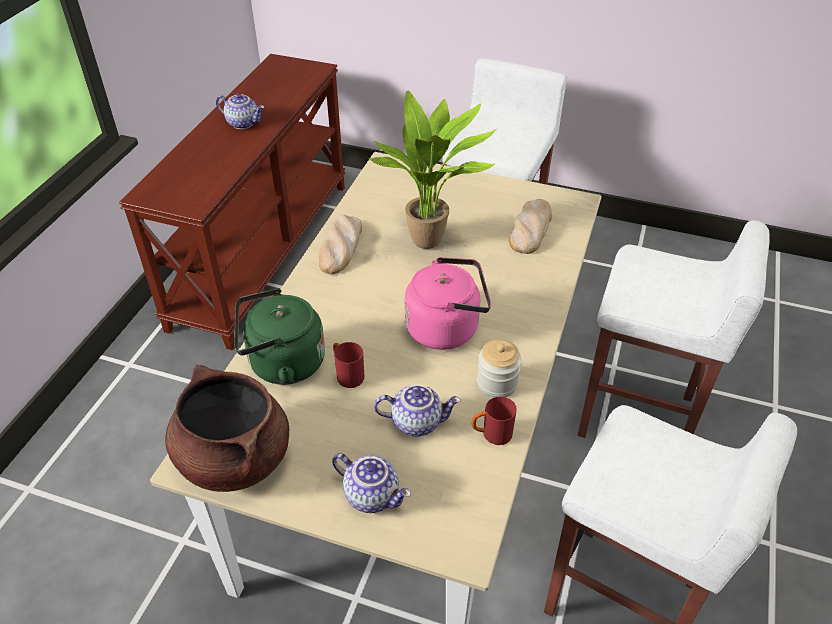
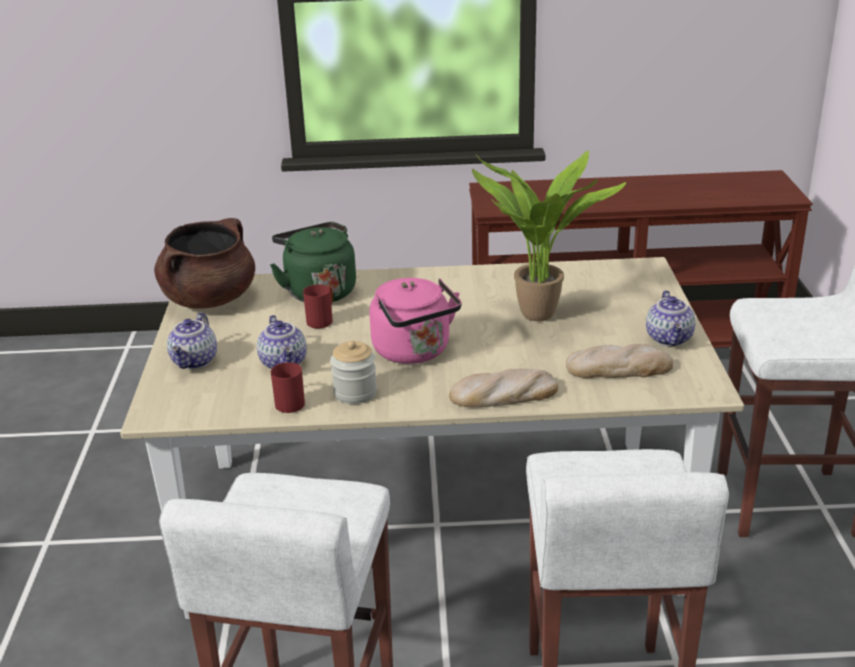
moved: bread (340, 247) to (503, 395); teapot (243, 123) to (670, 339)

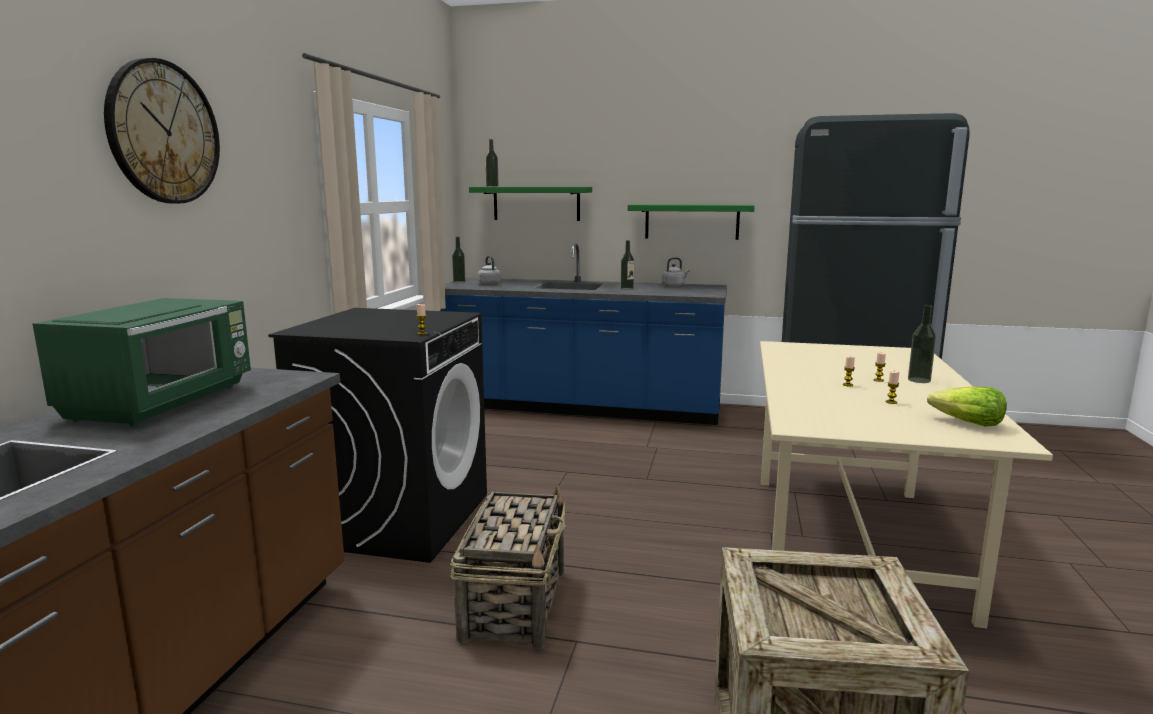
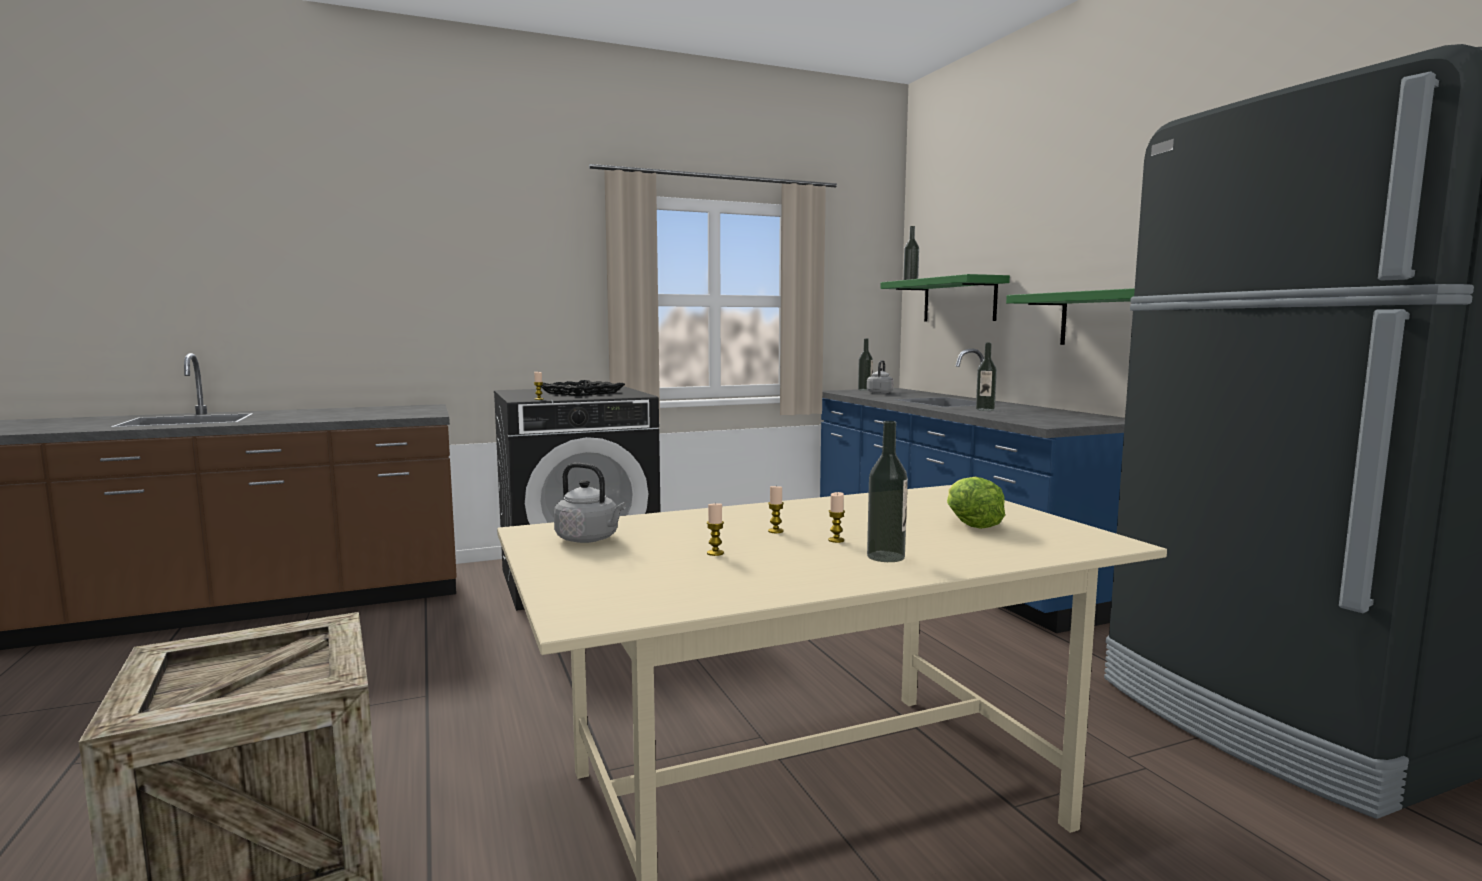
removed: green microwave (163, 402); wall clock (163, 132); basket (515, 603)
added: black tray (580, 393)
moved: grey kettle (674, 286) to (590, 539); lettuce (967, 423) to (970, 523)

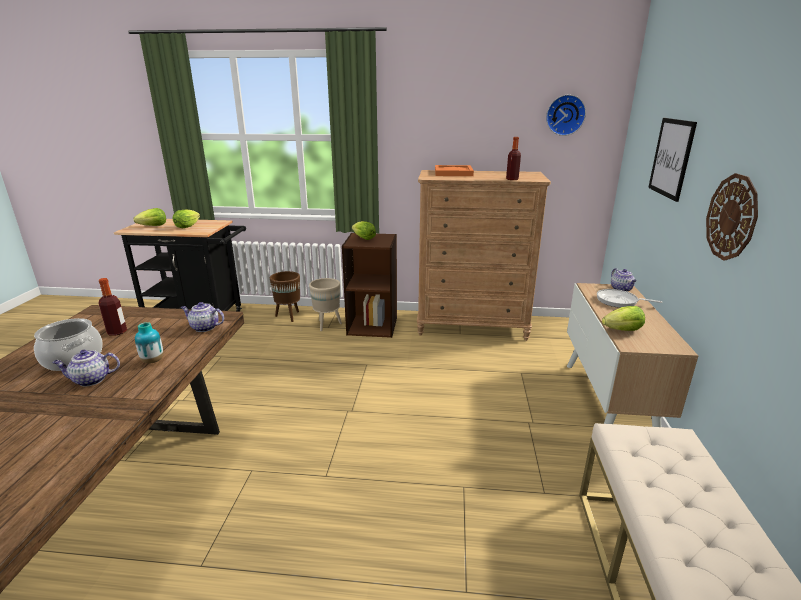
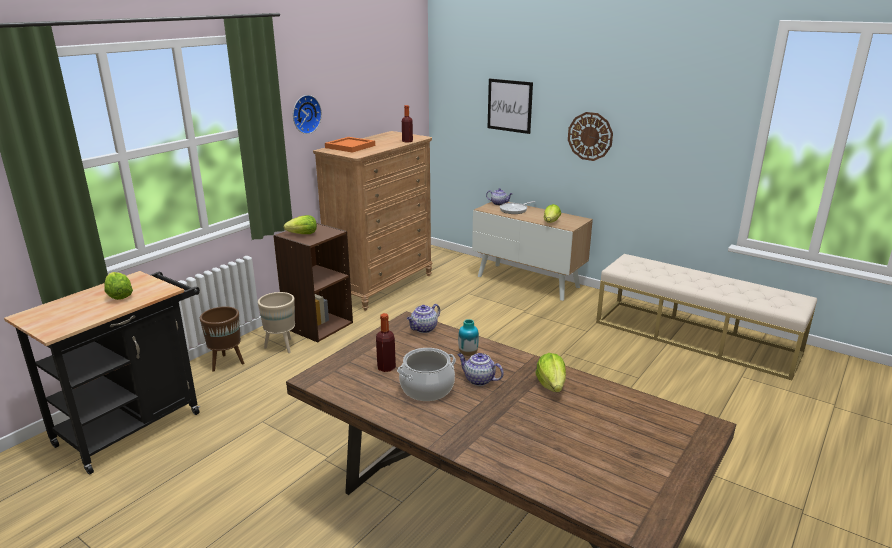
moved: wall clock (565, 115) to (305, 114); lettuce (153, 226) to (551, 385)
turned: teapot (91, 380) = (478, 380) 105 degrees clockwise

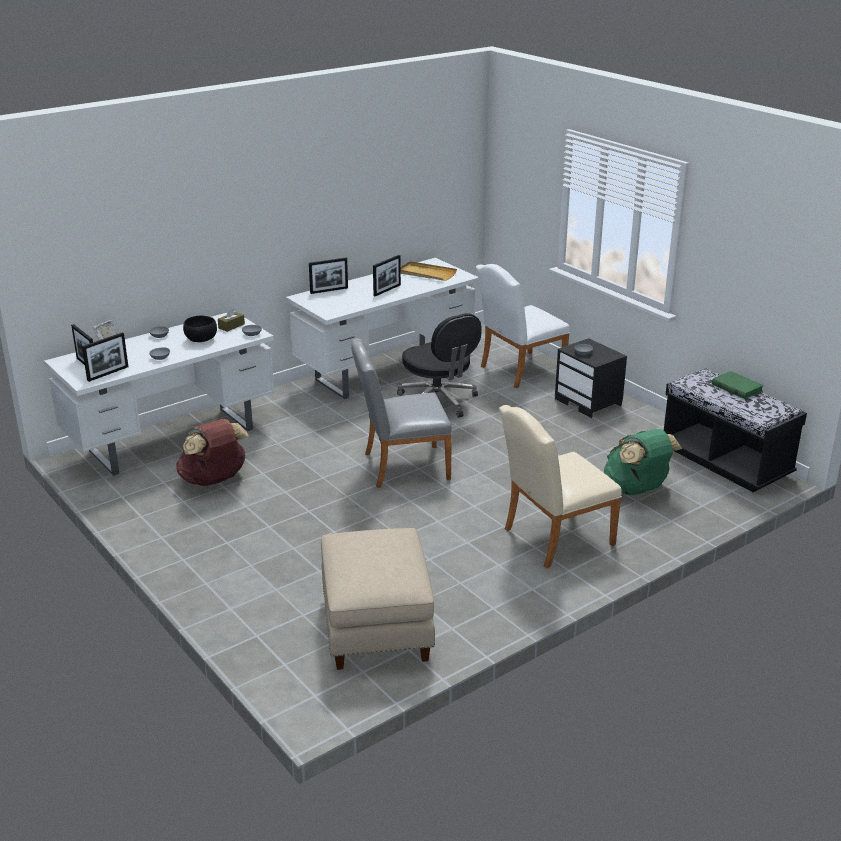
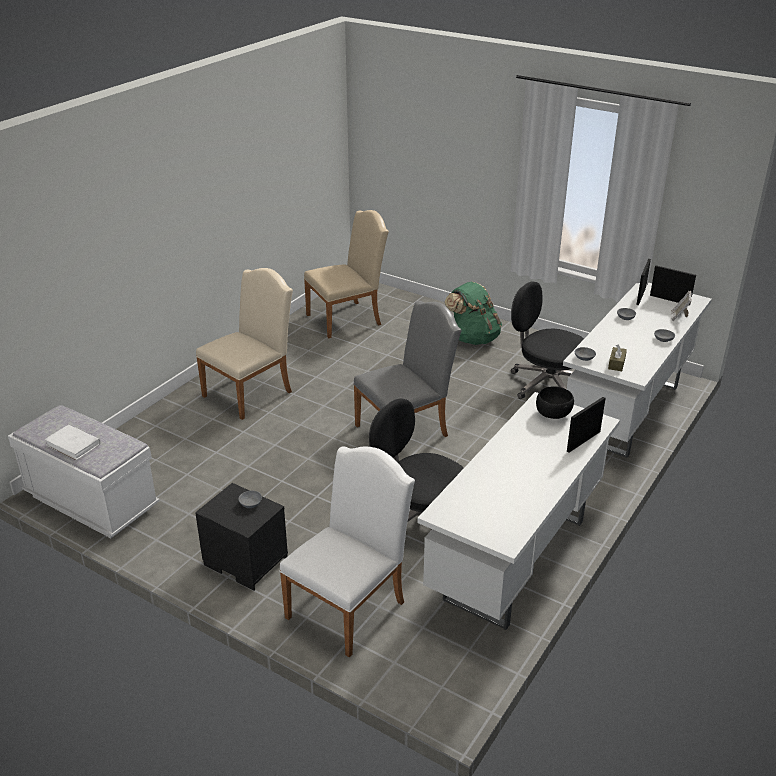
removed: picture frame (387, 290); beige tray (426, 273)
moved: green backpack (636, 490) to (473, 338); black bowl (201, 339) to (553, 414)
replaced: beige ottoman (375, 627) to beige chair (348, 318); brown backpack (214, 480) to black office chair (546, 384)
recoloured: black bench (725, 462) to white bench (91, 502); green book (736, 387) to white book (73, 444)

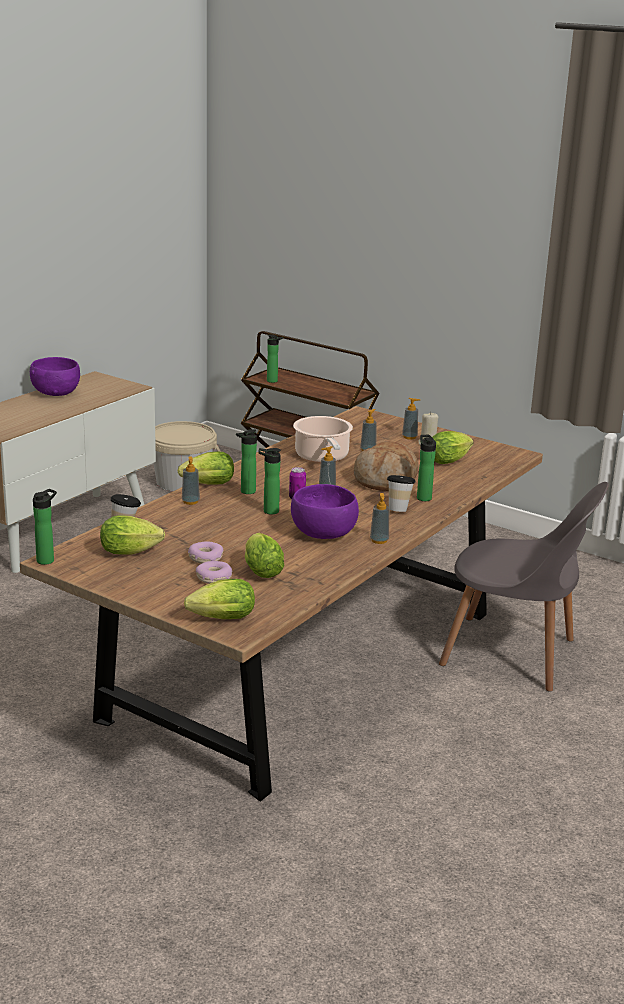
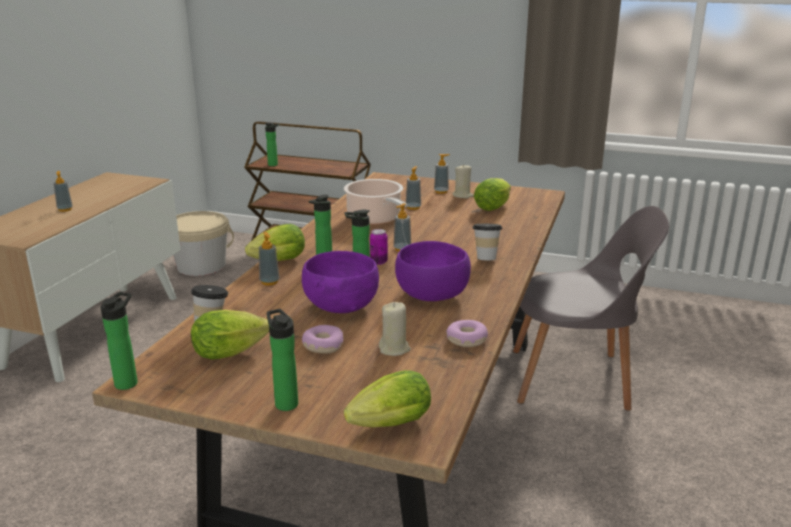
removed: bread (386, 480)
moved: soap dispenser (379, 540) to (65, 209); bottle (423, 497) to (285, 402); purple bowl (55, 393) to (340, 306); donut (214, 578) to (466, 340)
replaced: lettuce (261, 570) to beige candle (394, 349)

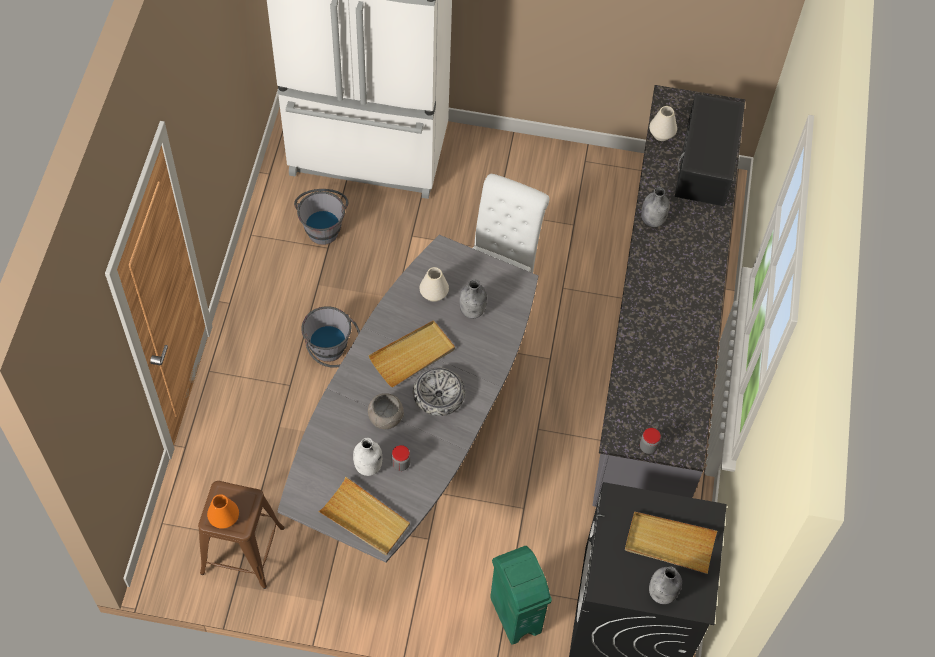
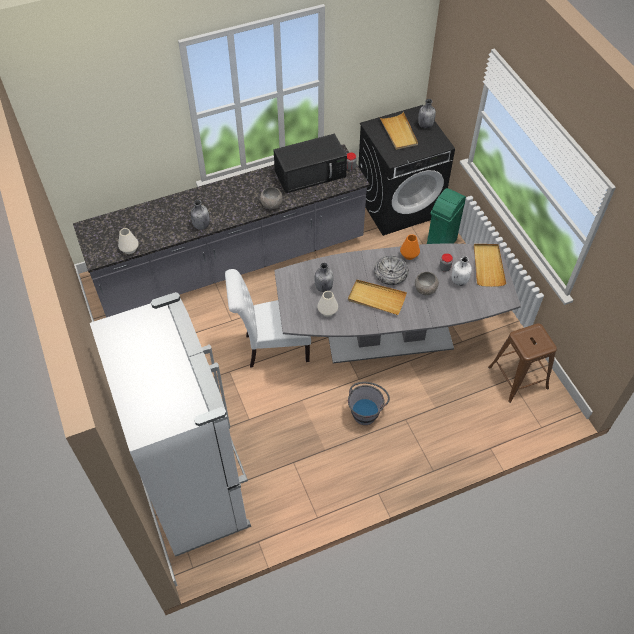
removed: grey bucket (323, 226)
added: grey bowl (272, 204)
moved: black microwave (706, 164) to (311, 173); orange vase (224, 518) to (409, 255)

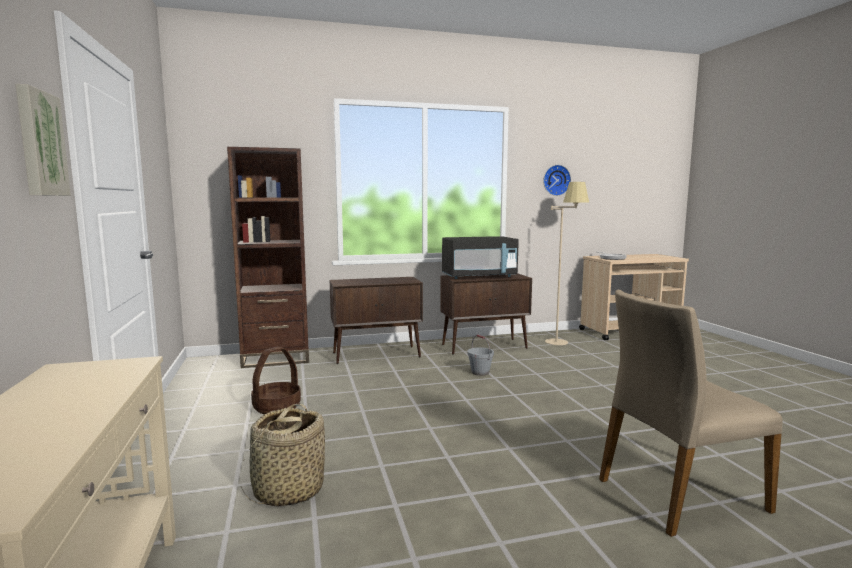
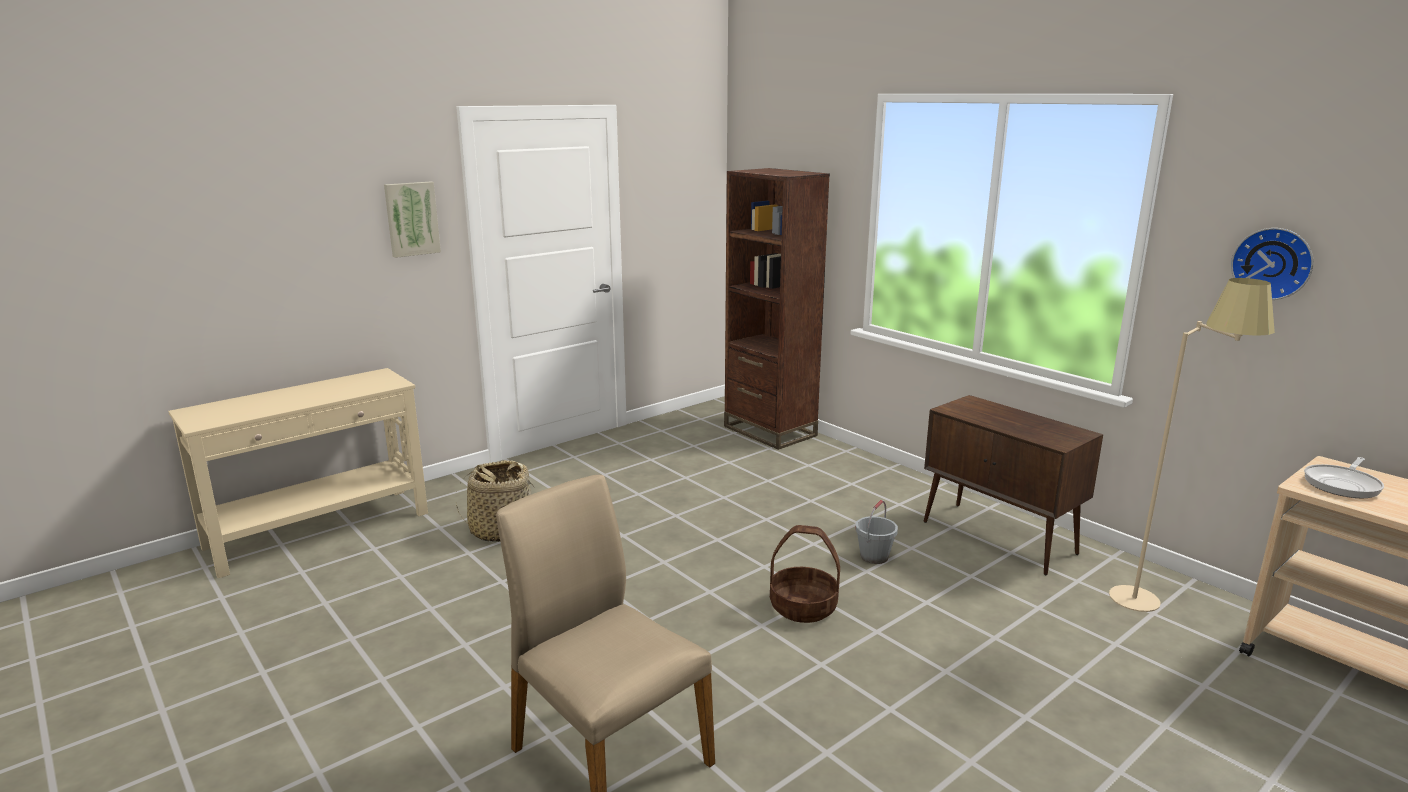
removed: brown cabinet (377, 355); black microwave (479, 276)
moved: basket (277, 407) to (803, 606)

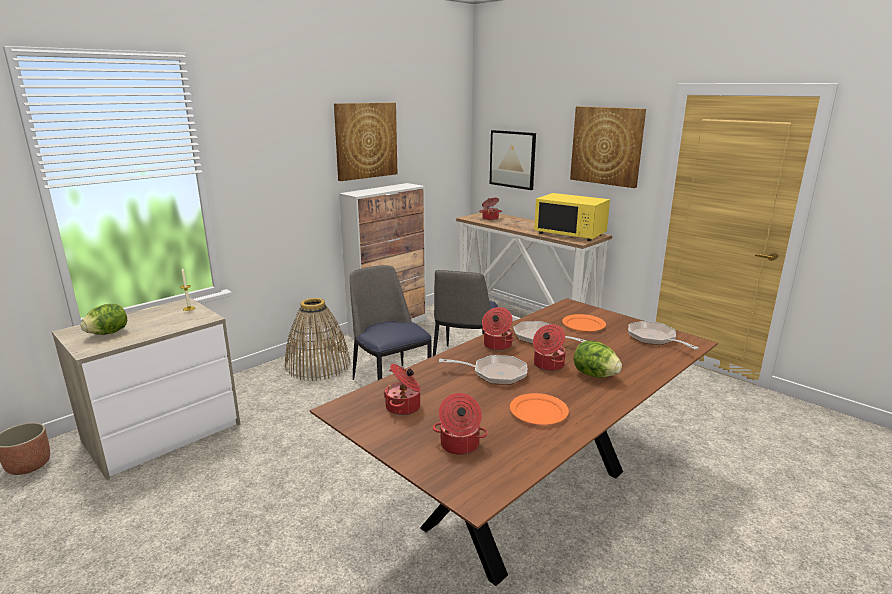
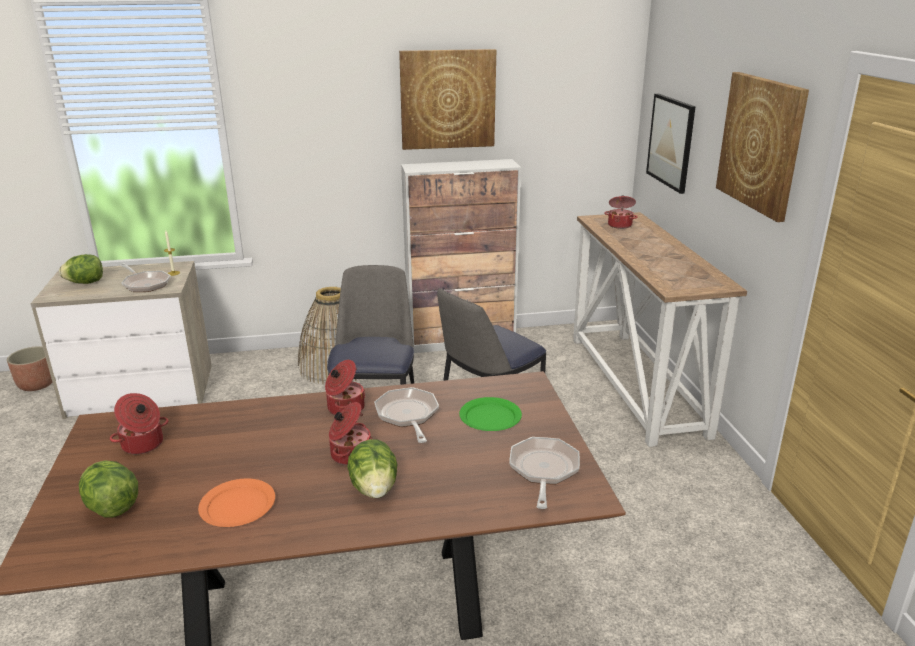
removed: yellow microwave (570, 234)
moved: frying pan (495, 374) to (145, 284)
replaced: cooking pot (459, 445) to lettuce (112, 507)
recoloured: orange plate (583, 325) to green plate (490, 417)

